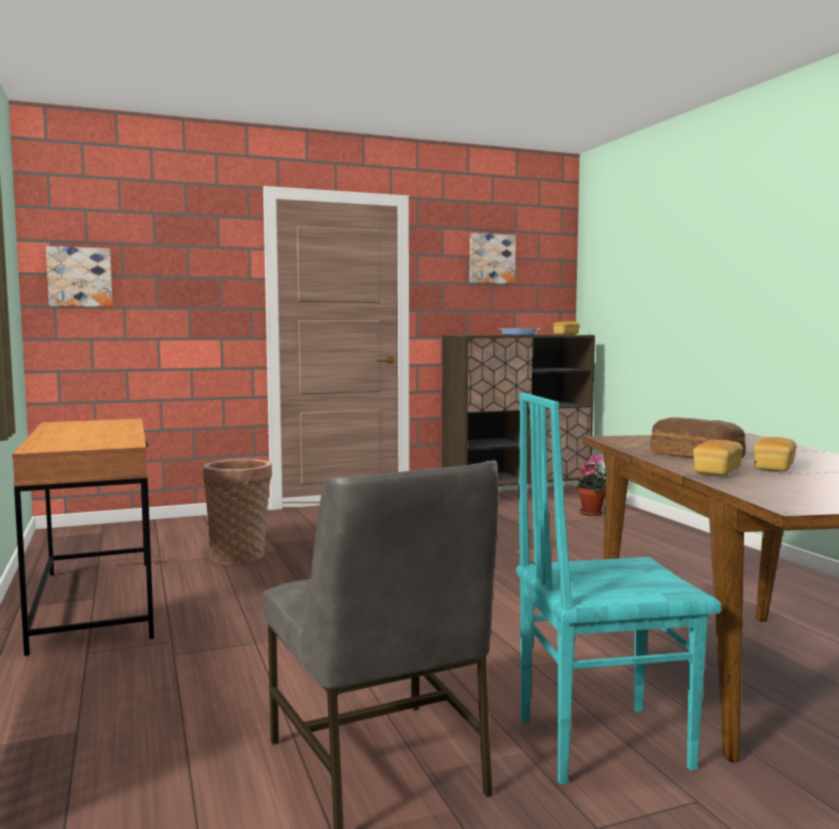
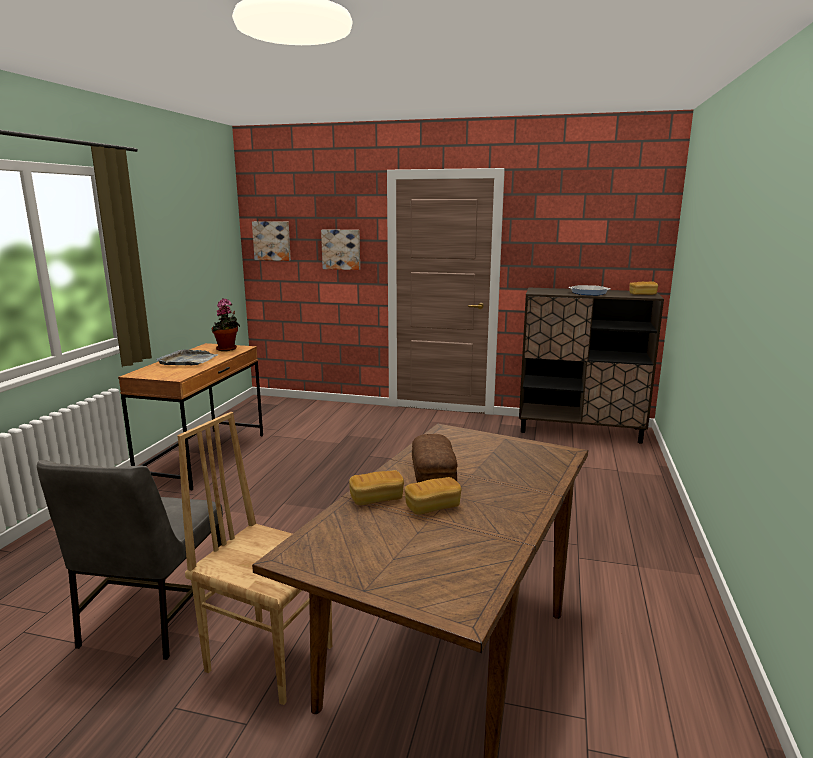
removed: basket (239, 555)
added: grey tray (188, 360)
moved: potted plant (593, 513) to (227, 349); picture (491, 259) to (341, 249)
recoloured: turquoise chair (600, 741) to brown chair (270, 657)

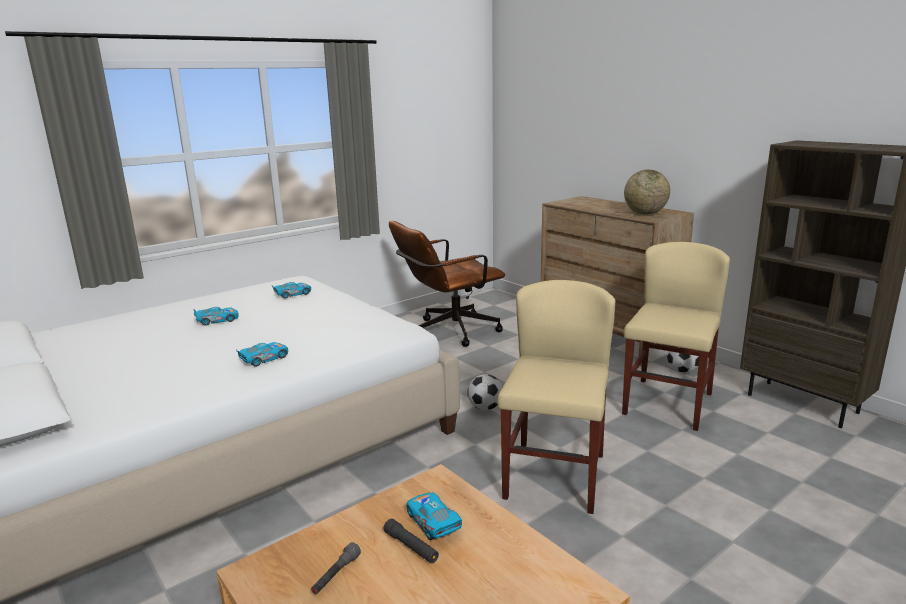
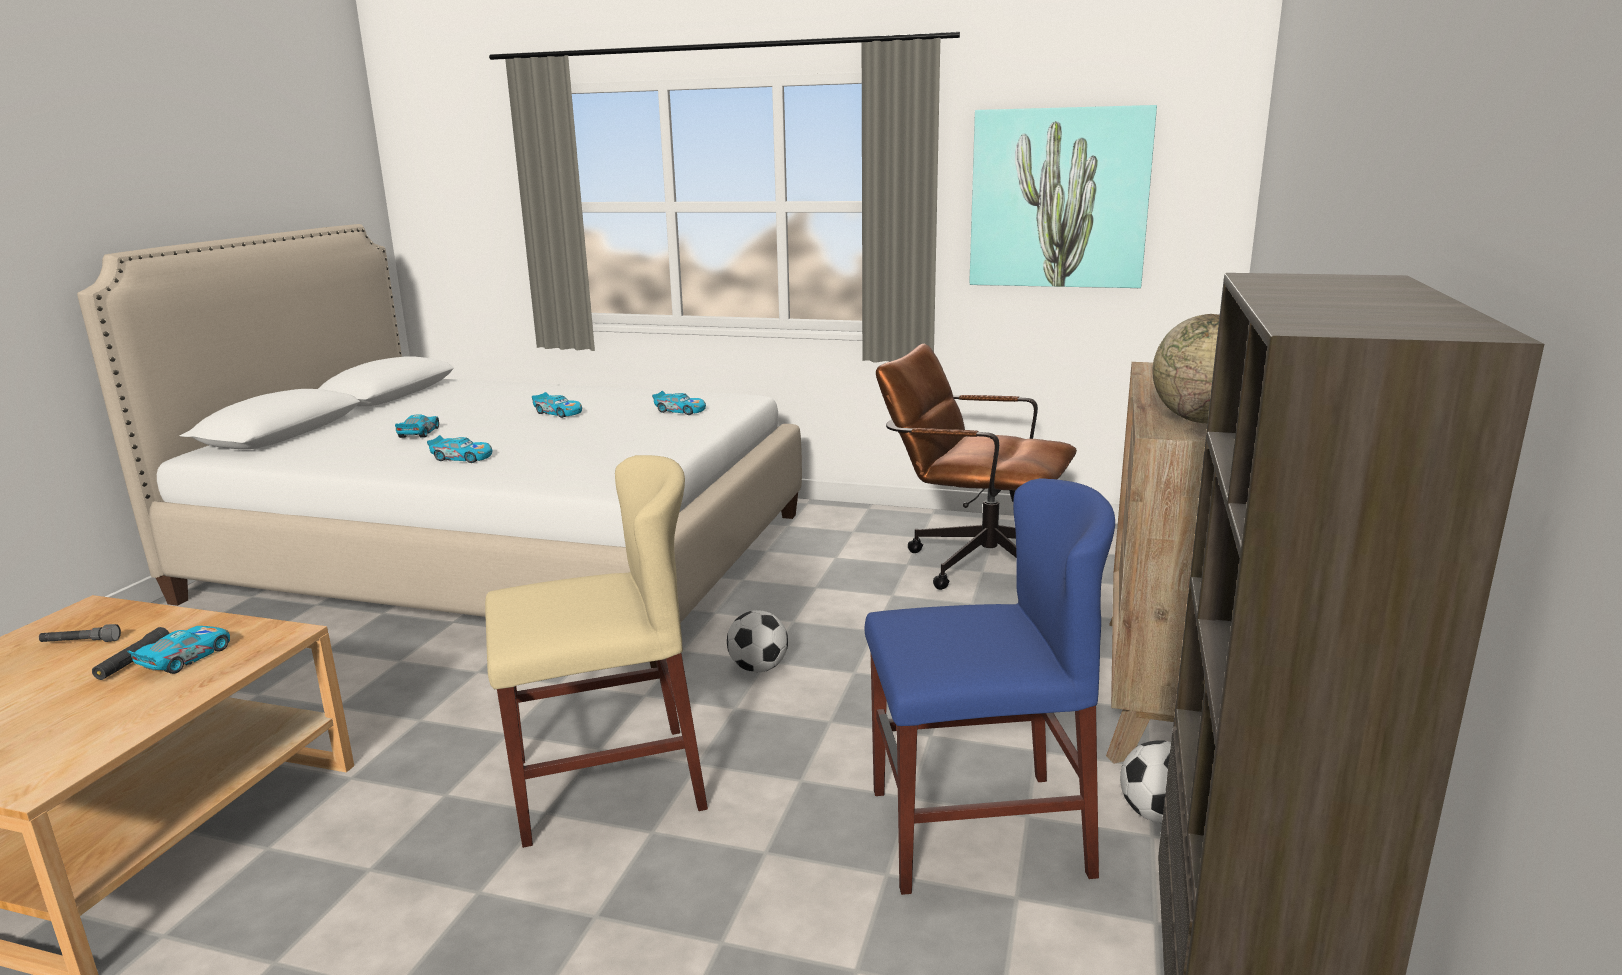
added: toy car (419, 433); picture (1059, 198)
recoloured: beige chair (667, 404) to blue chair (977, 831)

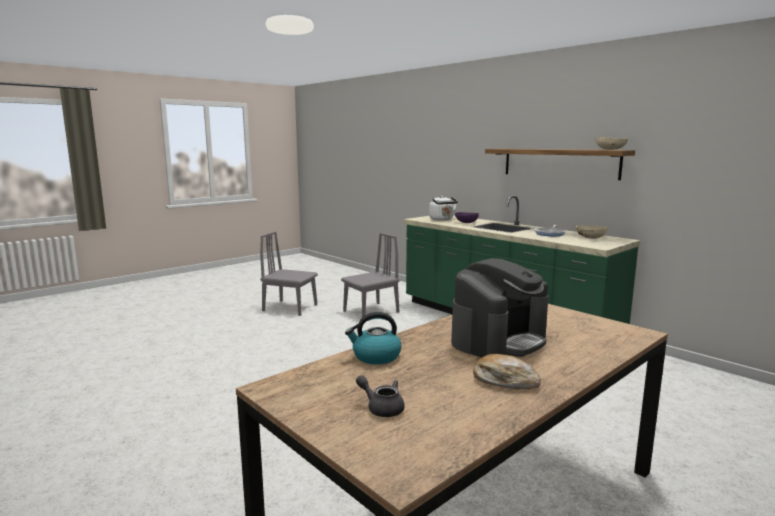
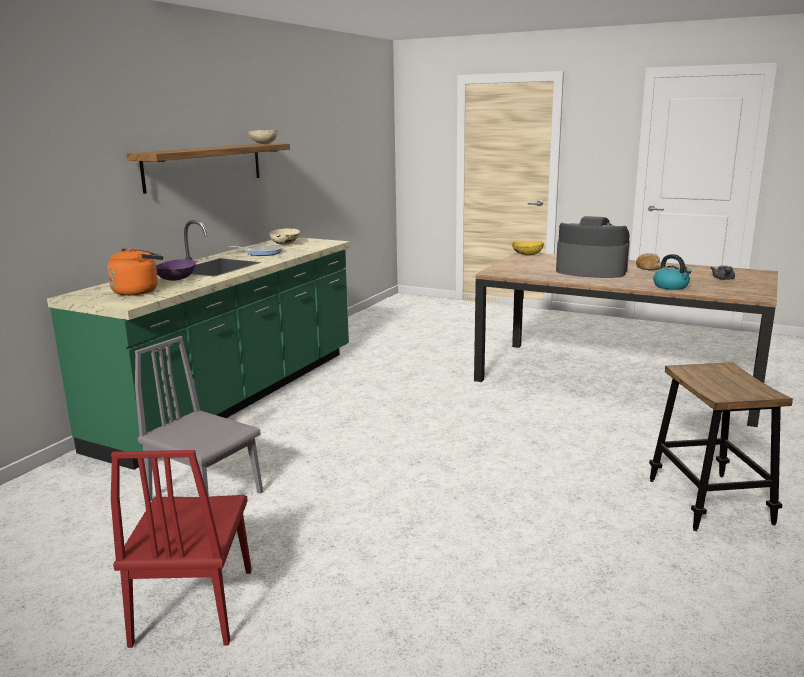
added: yellow bowl (527, 255); stool (709, 501)
recoloured: white kettle (442, 219) to orange kettle (138, 291); grey chair (290, 308) to red chair (194, 605)

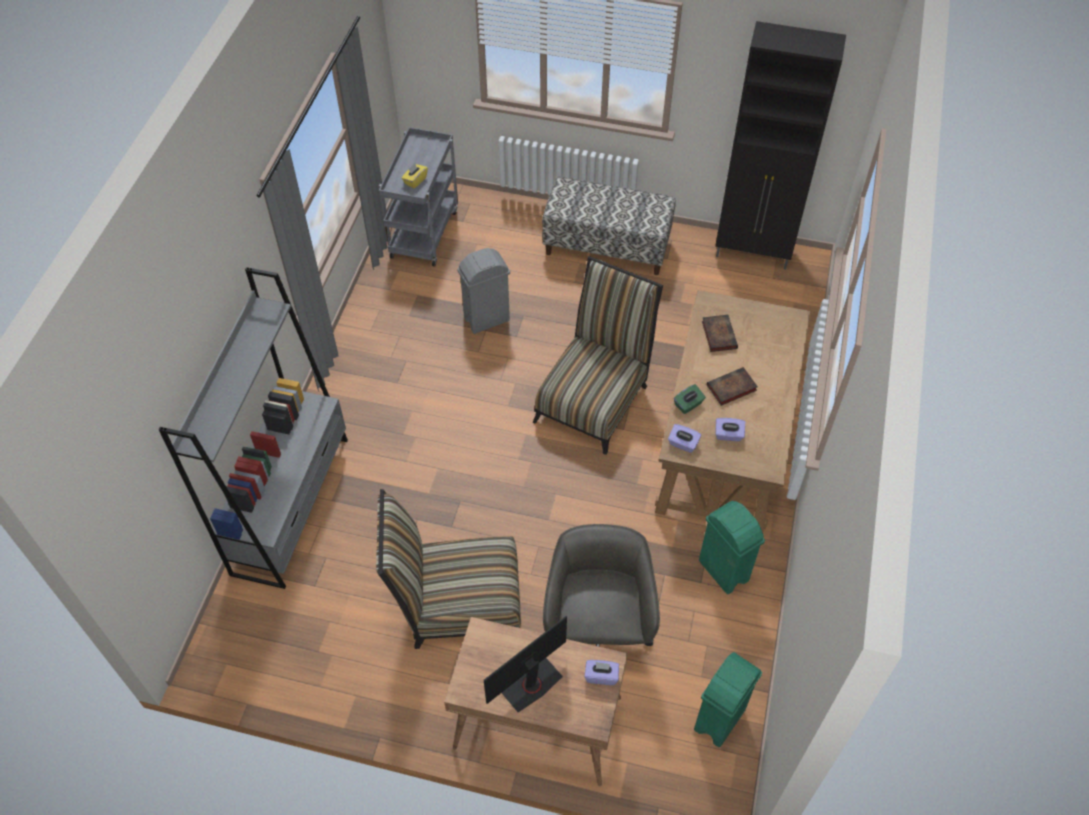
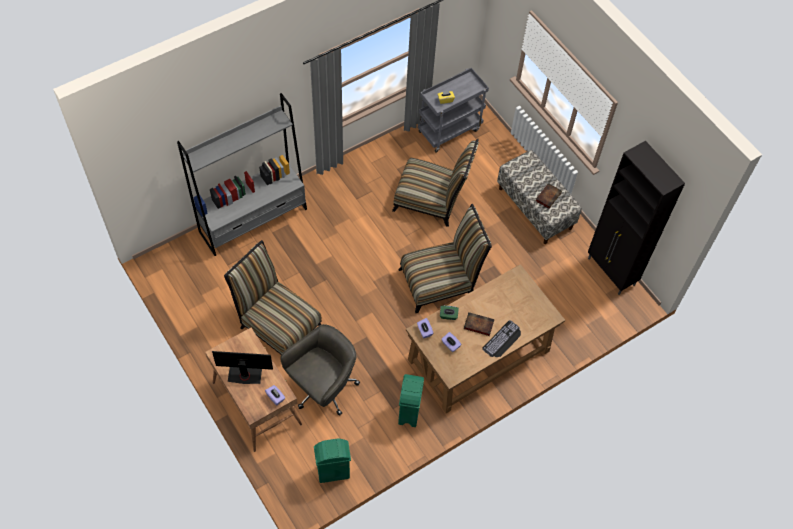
added: keyboard (503, 340)
moved: book (718, 334) to (548, 196)
replaced: grey trash can (487, 319) to chair (432, 200)

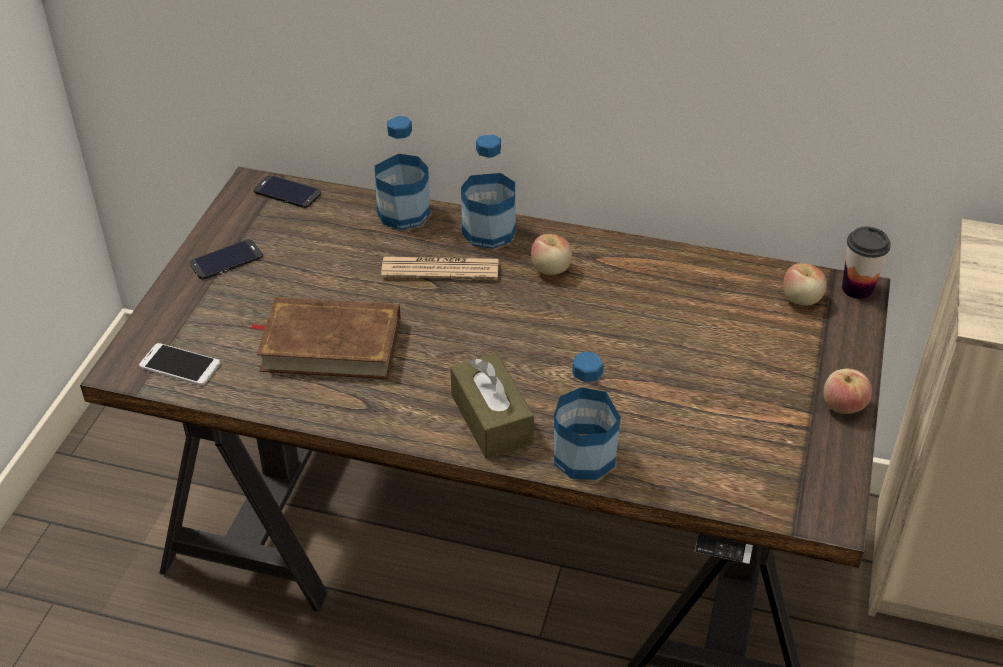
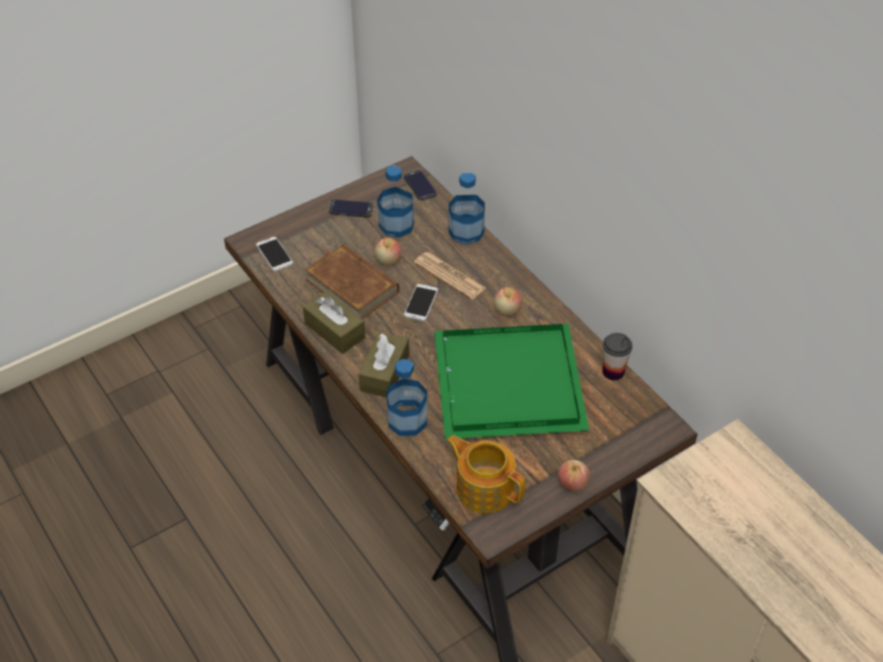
added: brown tissue box (334, 330); phone (421, 302); green tray (505, 381); teapot (484, 487)
moved: apple (801, 299) to (388, 261); bottle (489, 231) to (396, 225); cup (857, 288) to (613, 372)

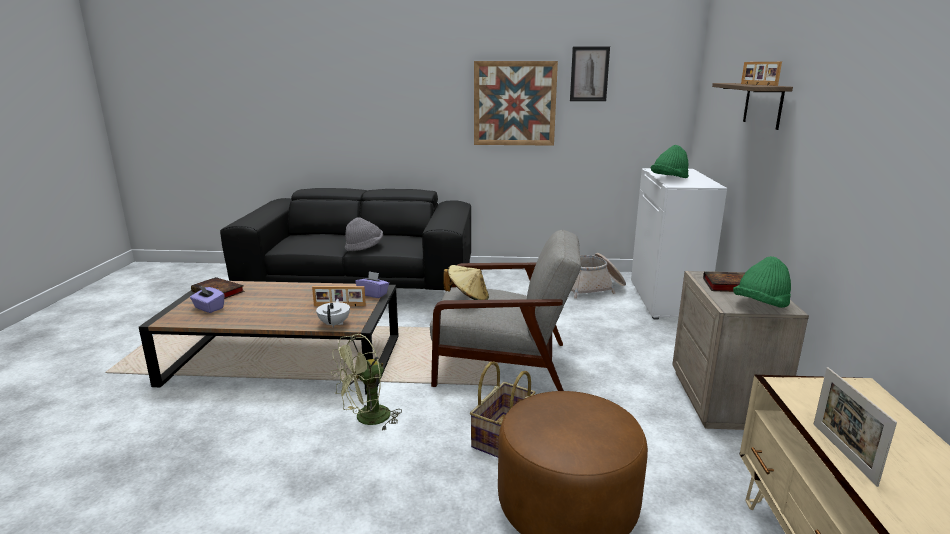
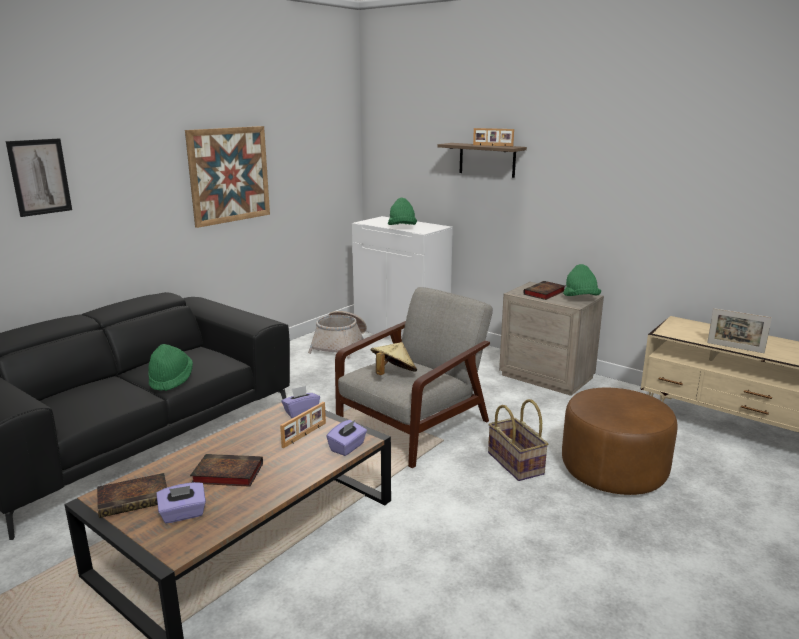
removed: green fan (367, 419)
added: book (226, 474)
moved: picture (589, 74) to (40, 177)
replaced: white teapot (335, 324) to purple tissue box (347, 447)
recoloured: grey hat (364, 247) to green hat (171, 380)

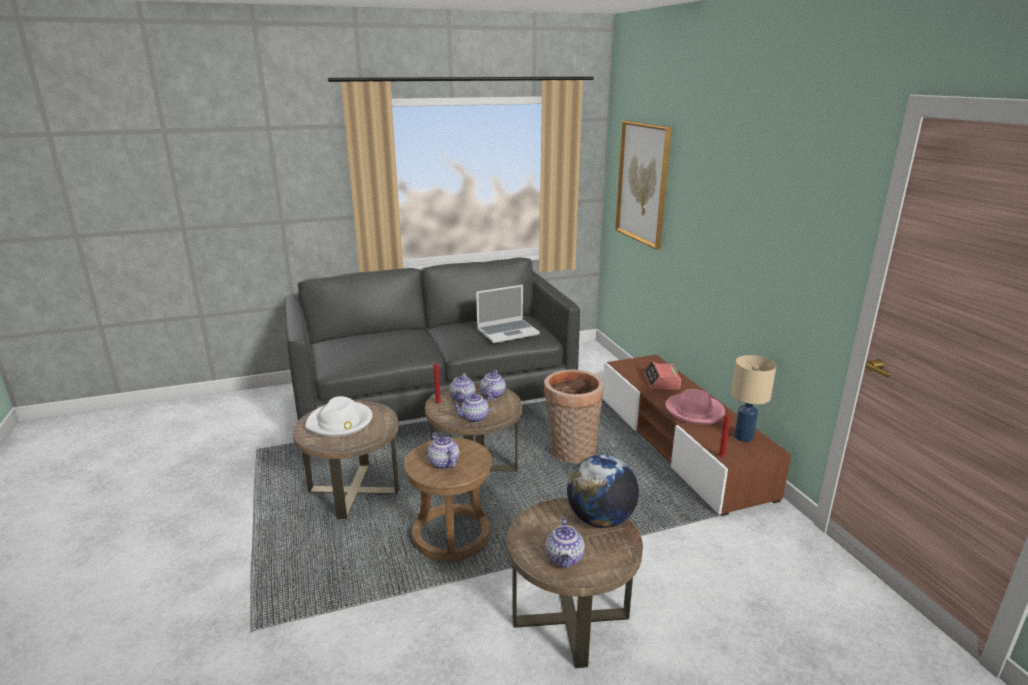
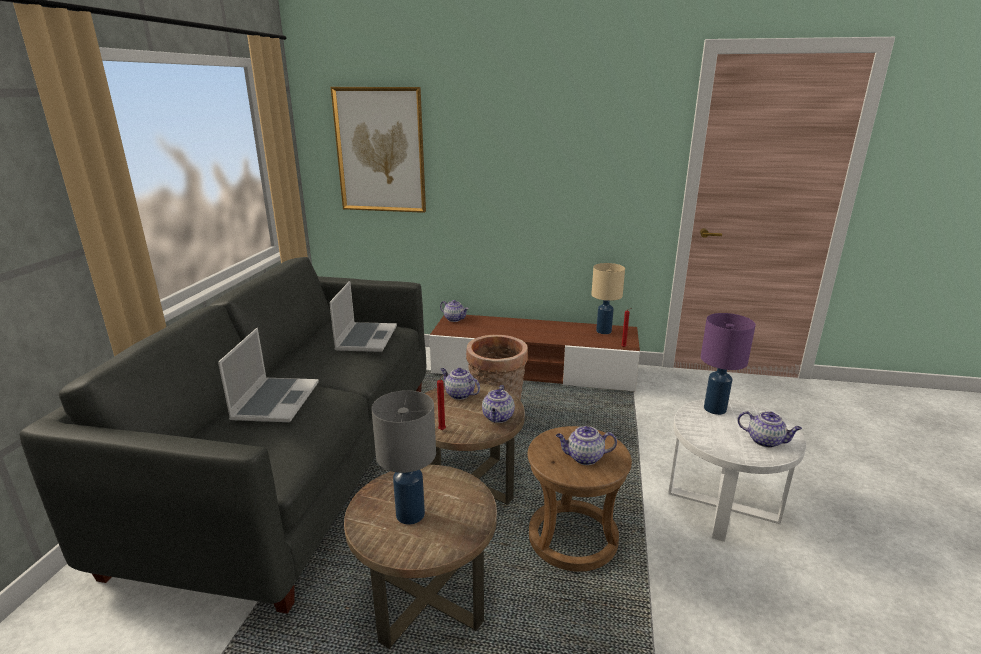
removed: alarm clock (661, 382); pink hat (694, 411)
added: laptop (275, 401)
moved: teapot (463, 398) to (454, 319)
replaced: white hat (340, 422) to grey table lamp (411, 514); globe (600, 519) to purple table lamp (715, 409)
recoloured: brown side table (570, 618) to white side table (722, 505)

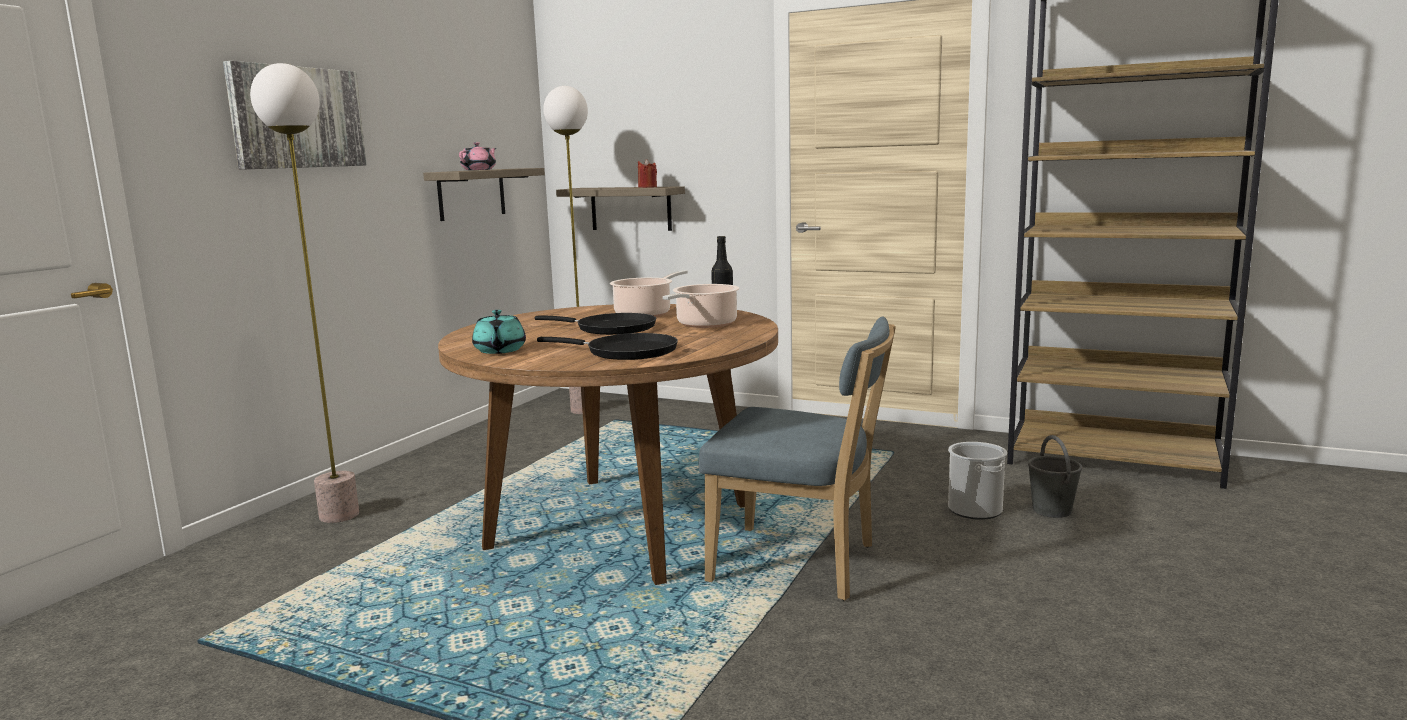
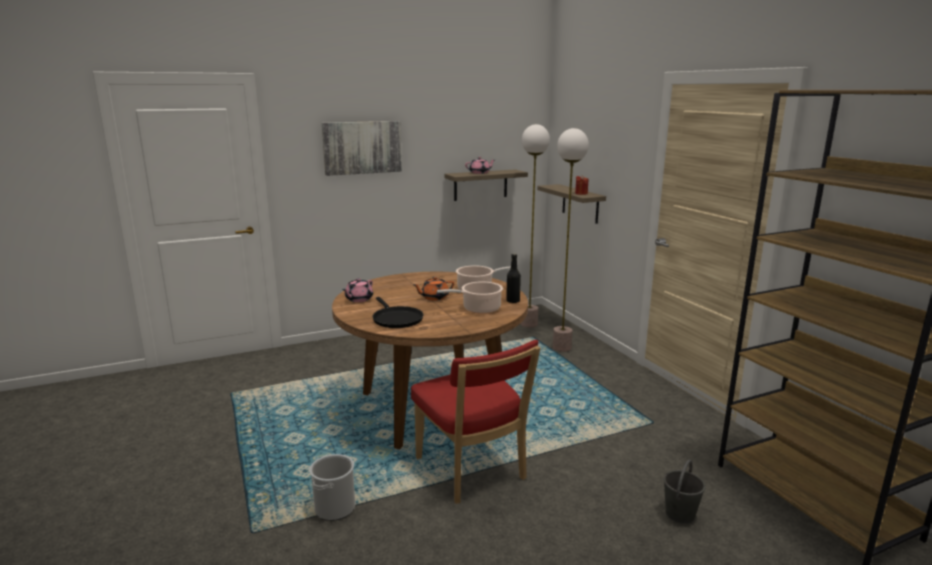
moved: bucket (974, 510) to (335, 508); floor lamp (339, 515) to (561, 347)
replaced: black frying pan (611, 329) to orange teapot (434, 297)
recoloured: turquoise teapot (499, 351) to pink teapot (358, 299); blue chair (801, 564) to red chair (473, 471)

